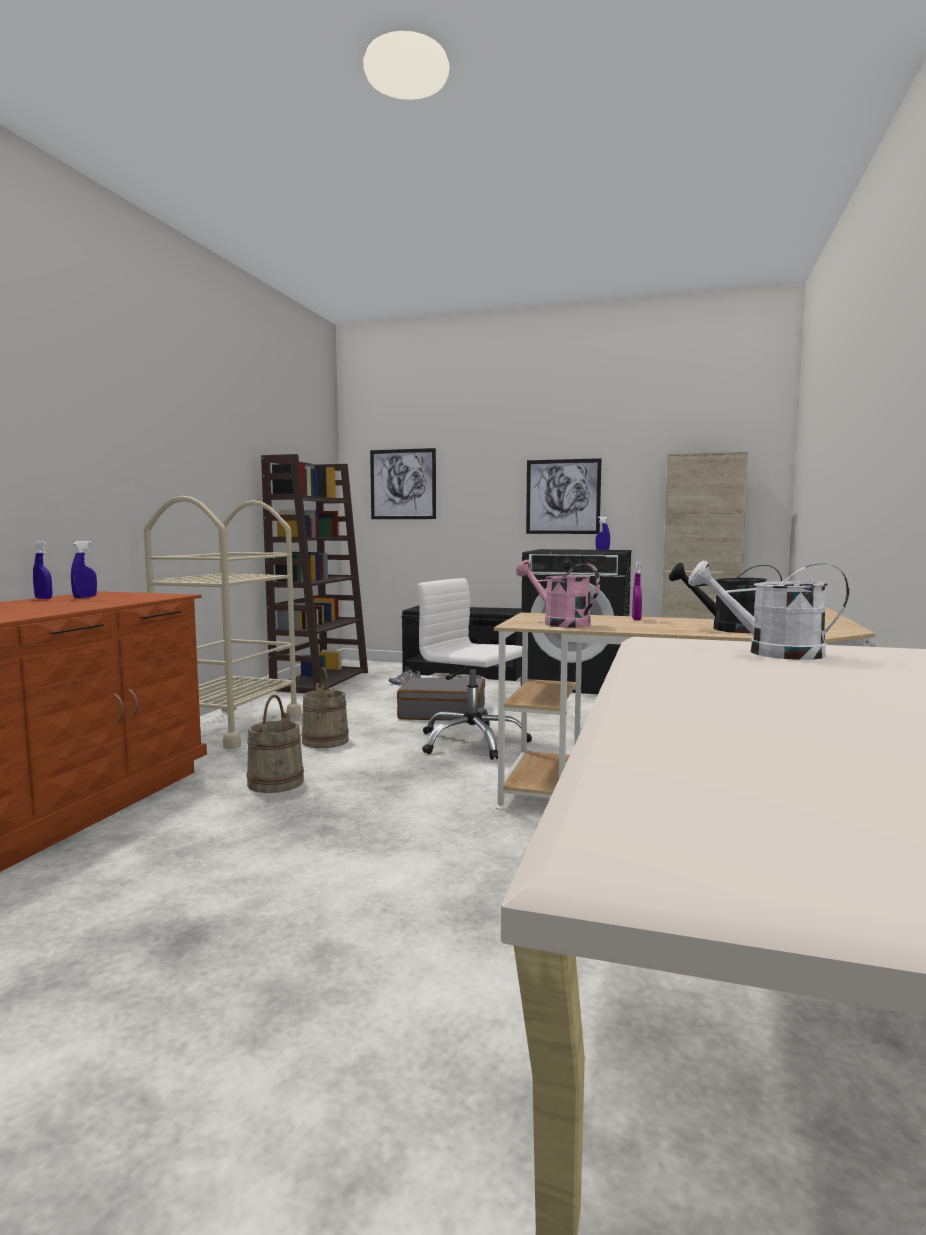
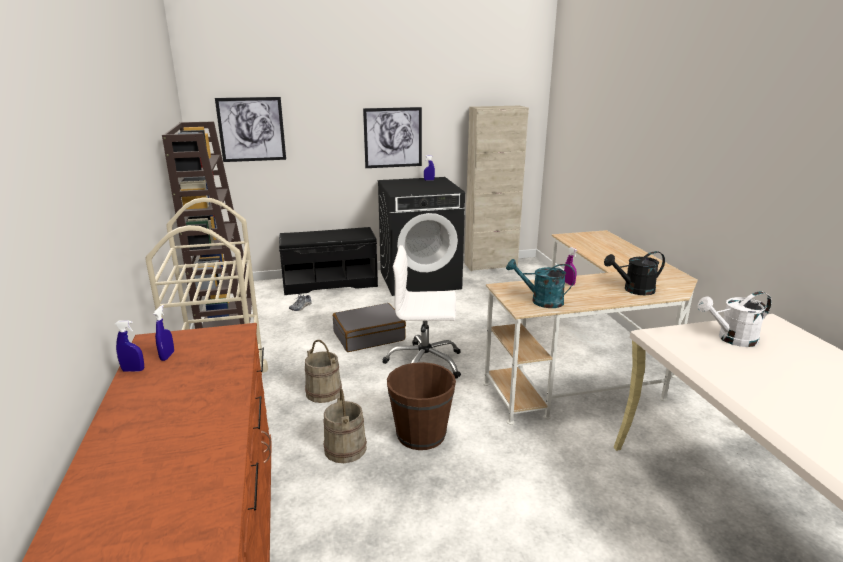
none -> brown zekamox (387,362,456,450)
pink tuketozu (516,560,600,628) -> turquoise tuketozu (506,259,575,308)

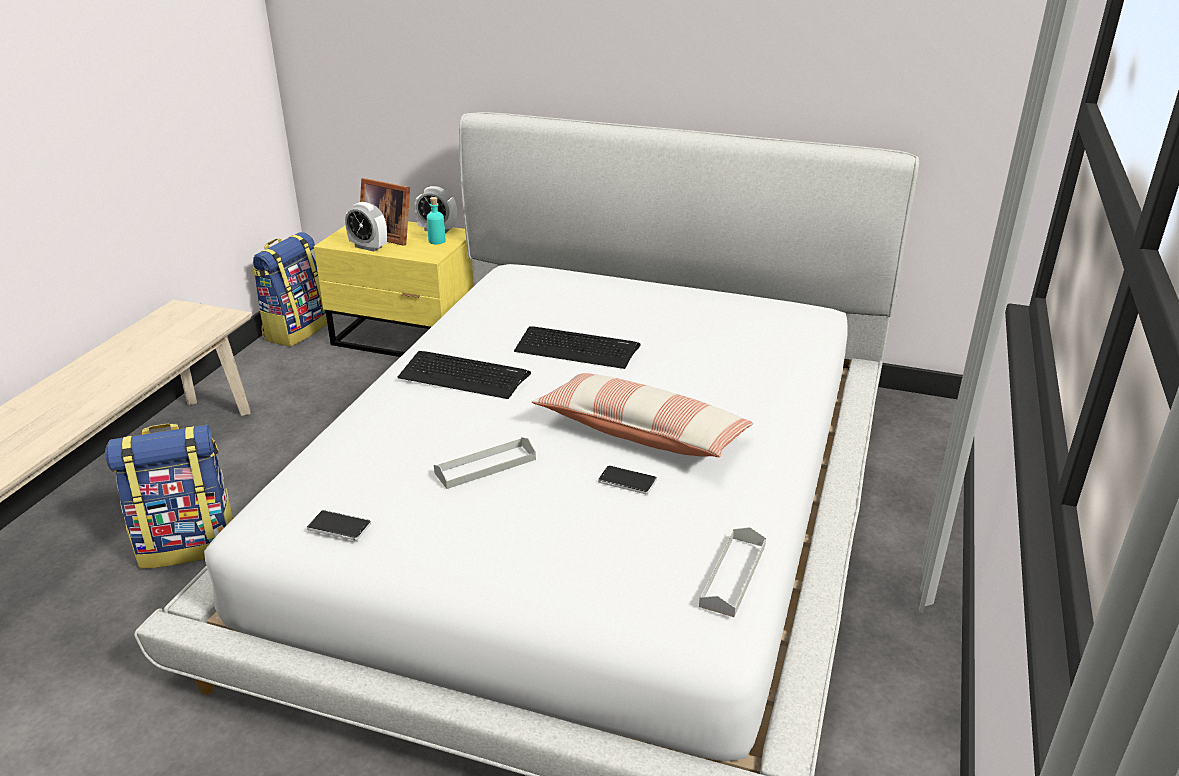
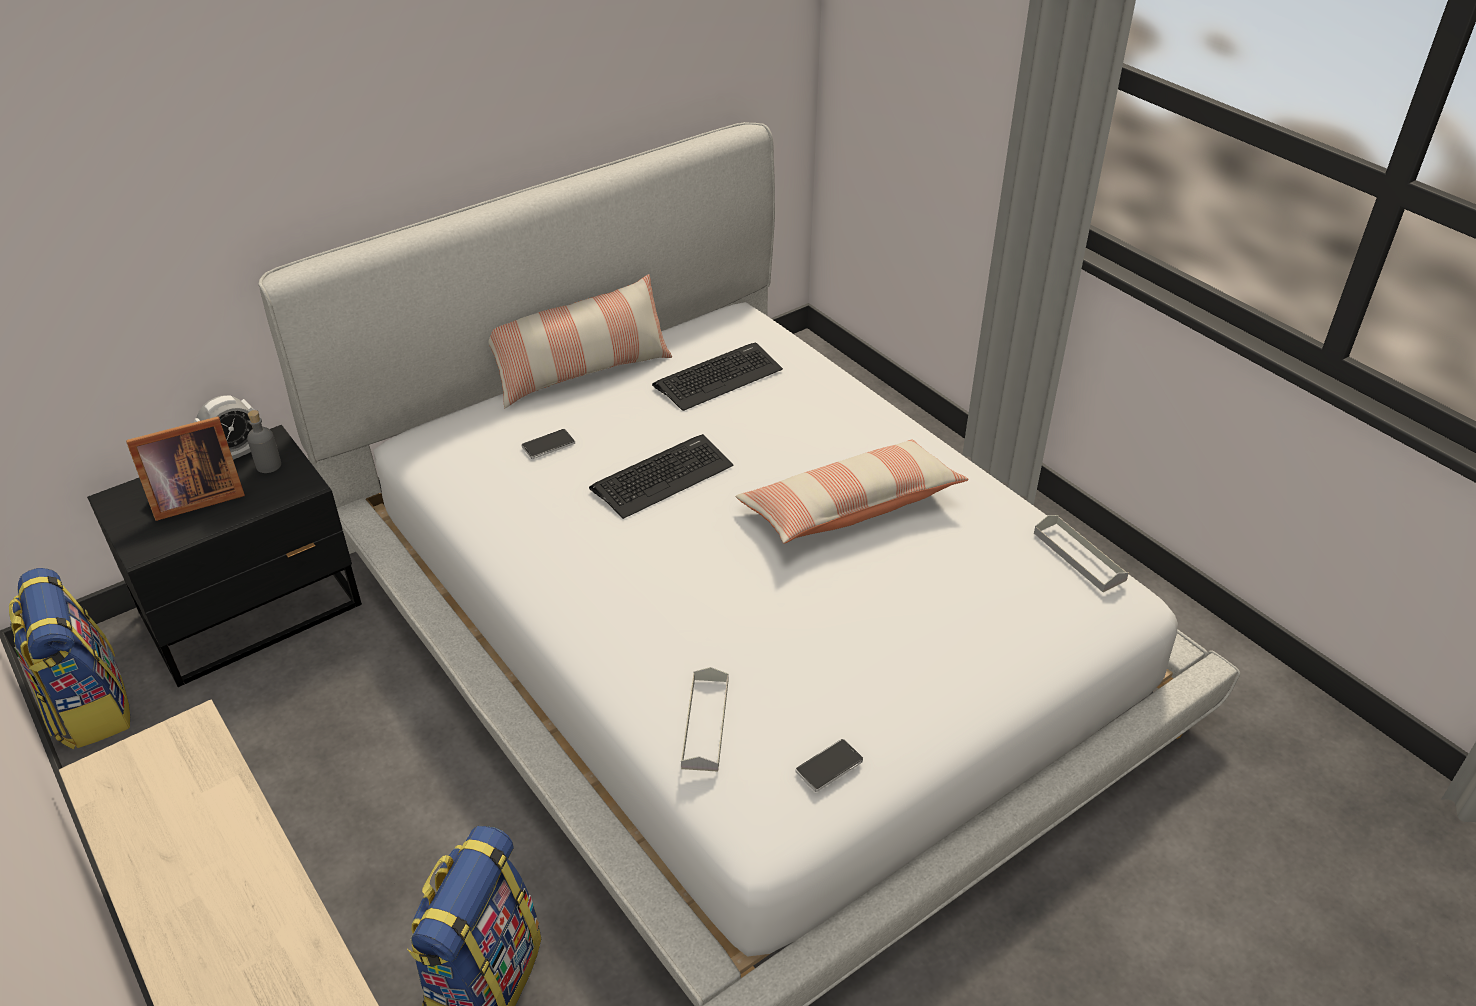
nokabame (345,202,387,252) -> none
none -> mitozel (488,274,672,408)
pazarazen (398,351,531,399) -> pazarazen (652,342,783,411), move
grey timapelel (434,437,536,489) -> grey timapelel (681,667,728,772), move
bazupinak (598,465,657,494) -> bazupinak (522,429,575,459), move
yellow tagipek (314,221,474,357) -> black tagipek (87,425,362,687)
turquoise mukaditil (427,197,445,244) -> grey mukaditil (247,410,281,473)

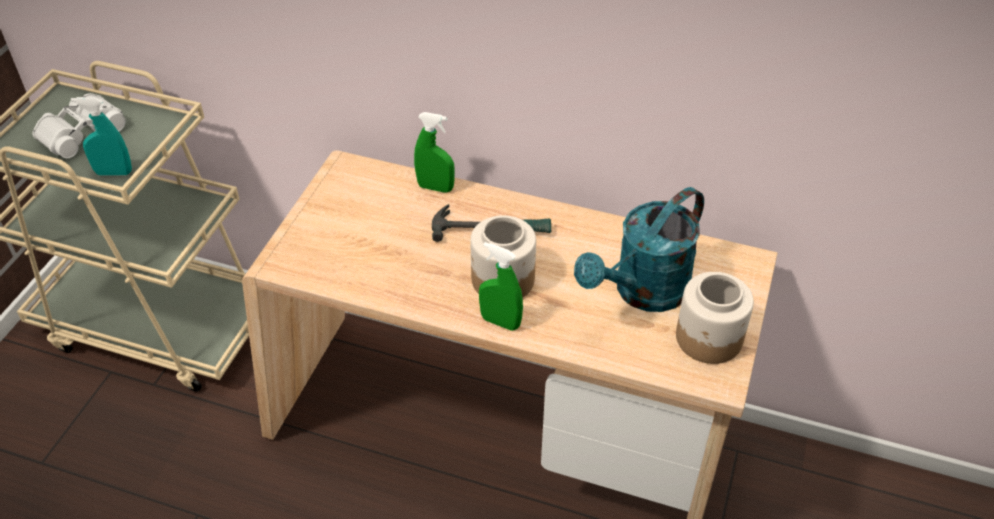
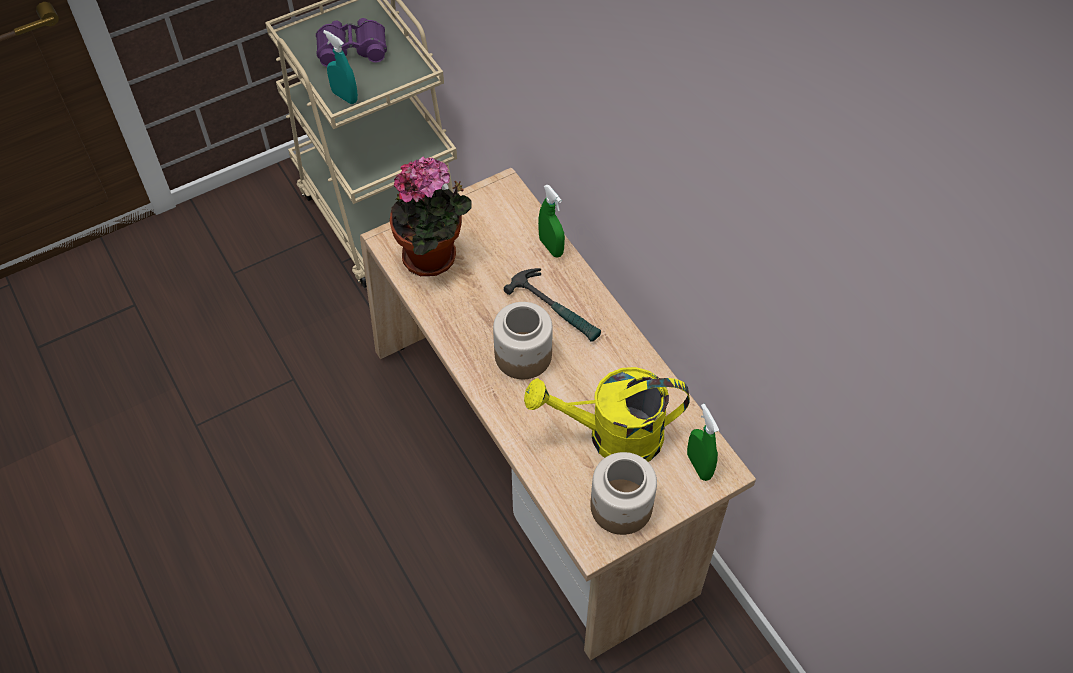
none -> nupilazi (390,156,472,276)
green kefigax (479,242,523,331) -> green kefigax (687,404,719,481), move
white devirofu (33,93,126,158) -> purple devirofu (316,18,387,67)
turquoise tuketozu (574,187,704,312) -> yellow tuketozu (524,367,690,462)

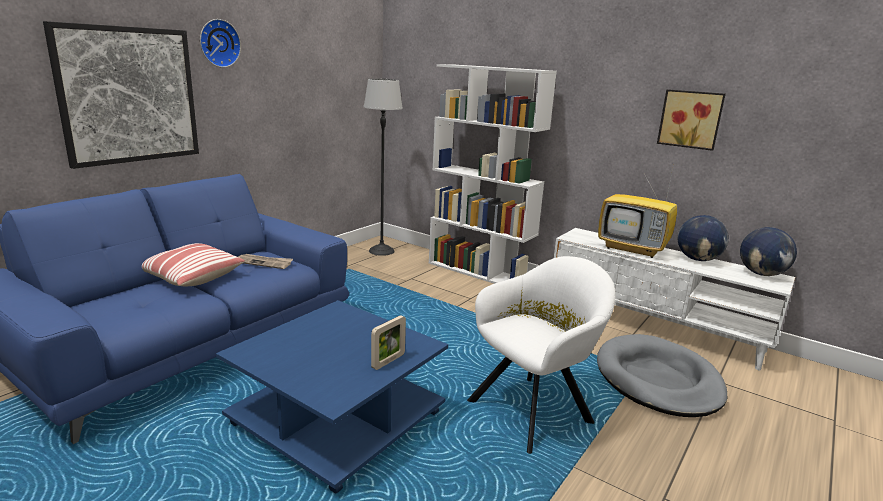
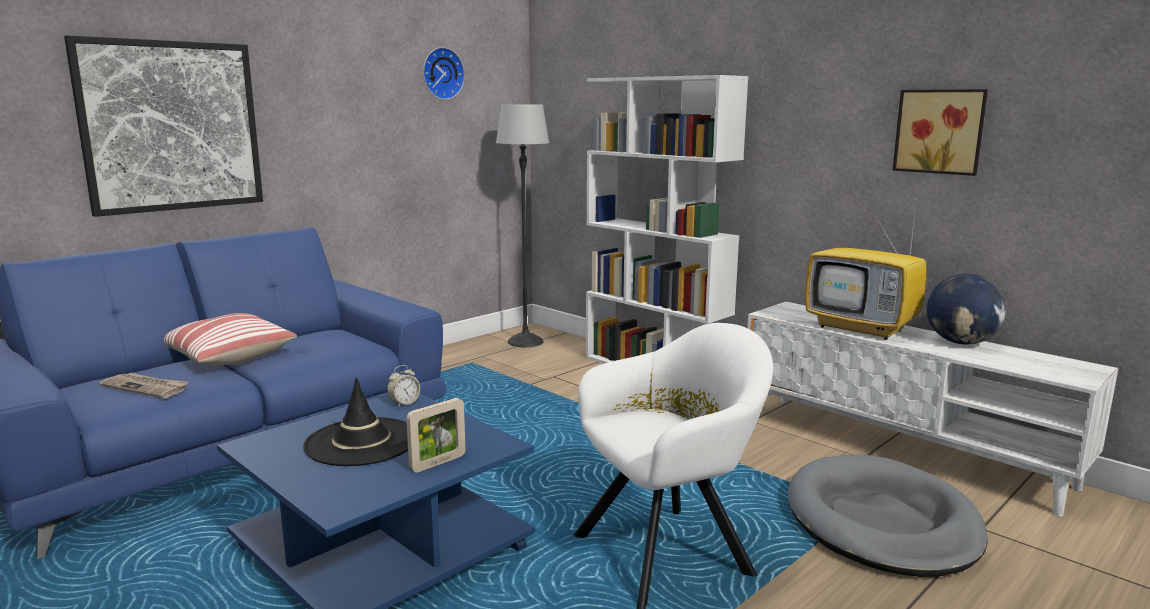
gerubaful (740,227,797,276) -> none
none -> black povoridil (303,377,408,466)
none -> nokabame (387,365,420,408)
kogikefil (200,19,241,68) -> kogikefil (423,47,465,100), move
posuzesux (238,254,293,269) -> posuzesux (99,373,188,398), move

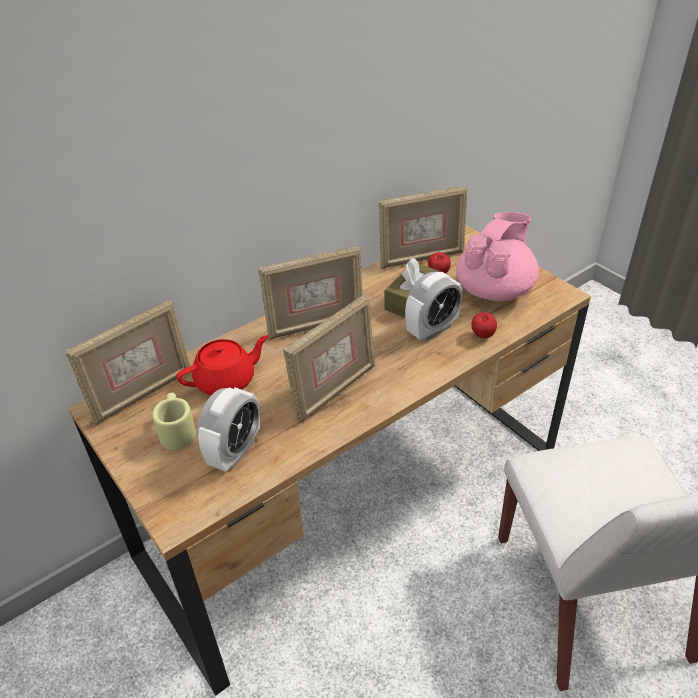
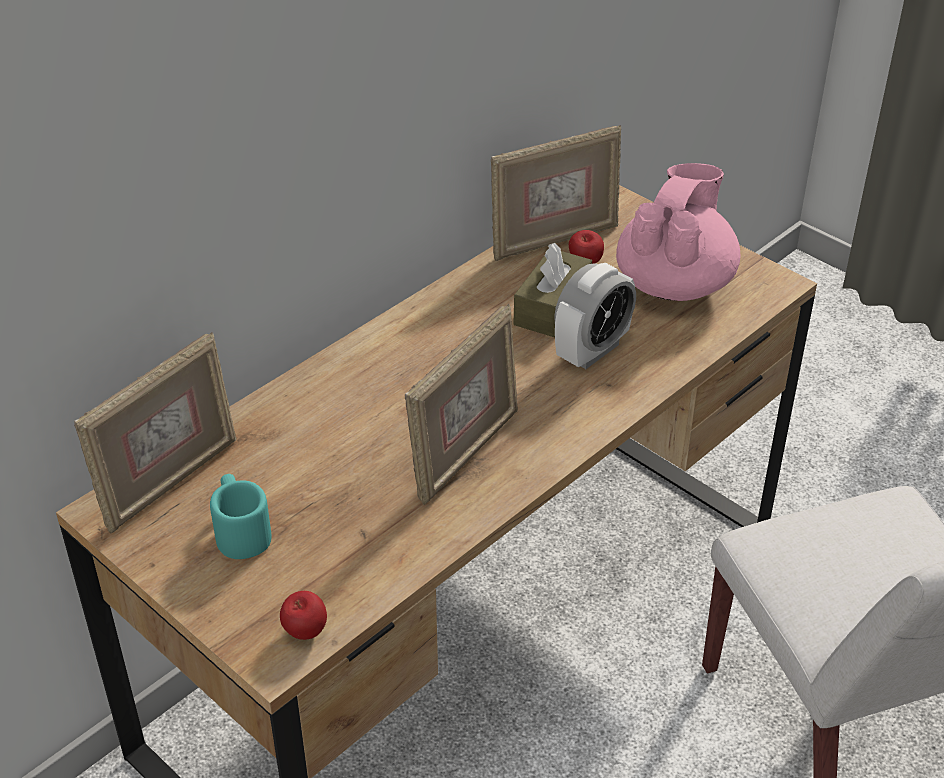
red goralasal (176,335,269,395) -> none
nokabame (197,387,260,472) -> none
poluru (259,246,363,340) -> none
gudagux (471,312,497,338) -> gudagux (280,591,327,640), move
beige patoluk (152,393,196,450) -> turquoise patoluk (210,474,272,559)

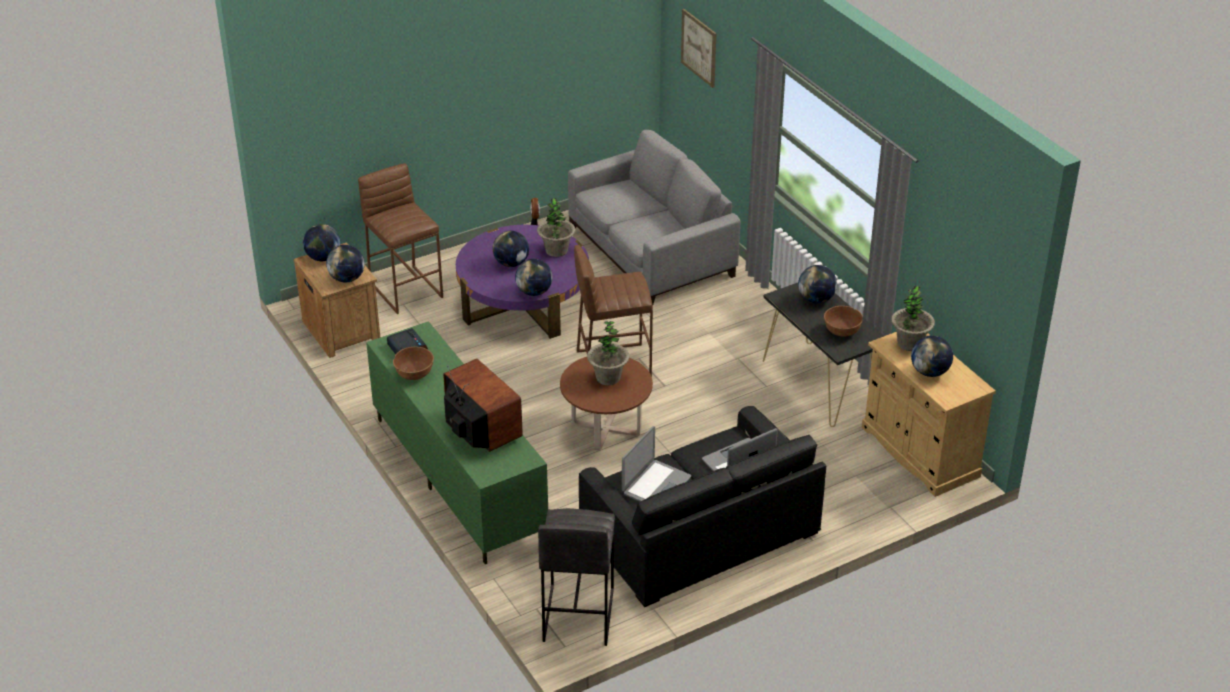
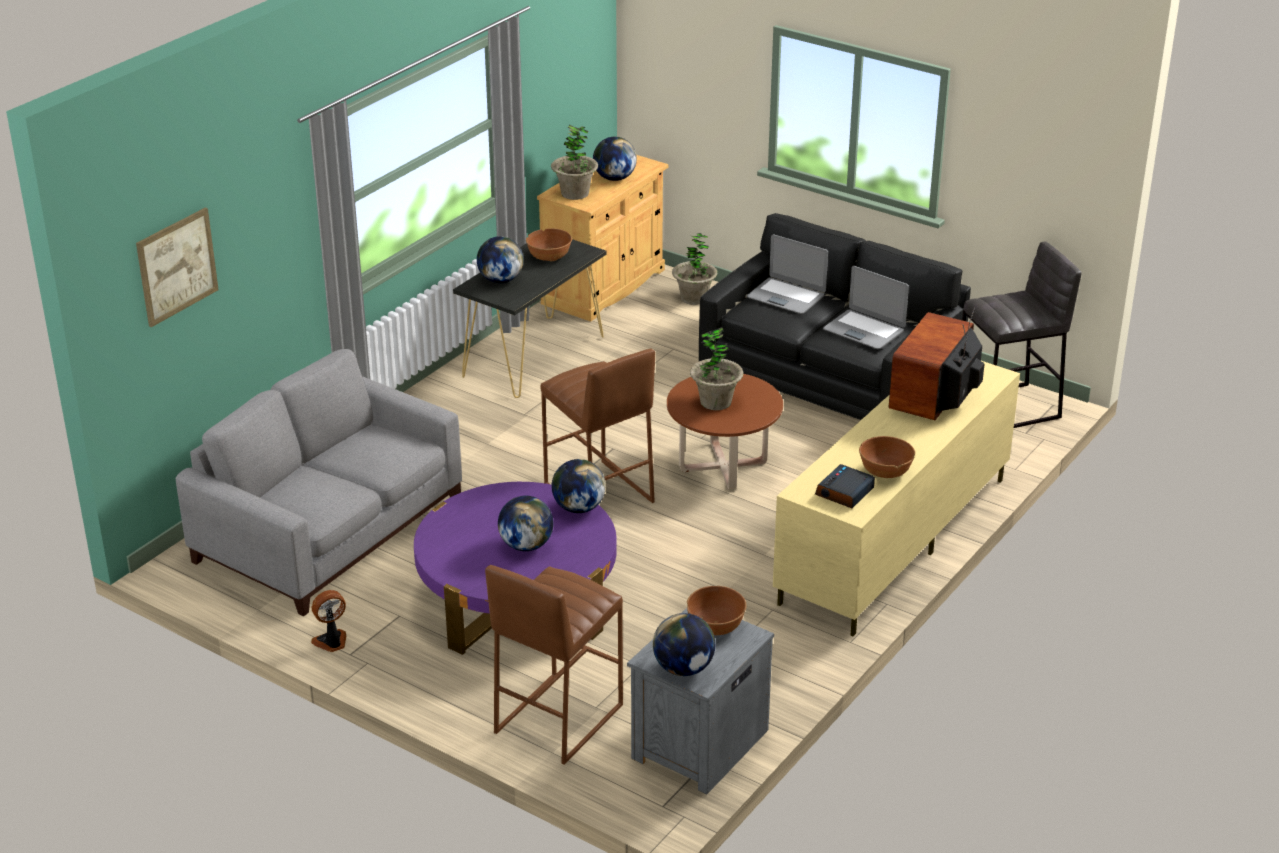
nupilazi (537,198,576,257) -> nupilazi (672,233,718,305), move
gerubaful (326,245,365,282) -> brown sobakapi (687,586,747,635)
brown tagipek (293,242,380,358) -> grey tagipek (627,608,774,794)
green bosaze (366,321,548,564) -> beige bosaze (773,361,1020,636)
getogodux (622,426,691,502) -> getogodux (823,266,909,349), 150 degrees counterclockwise

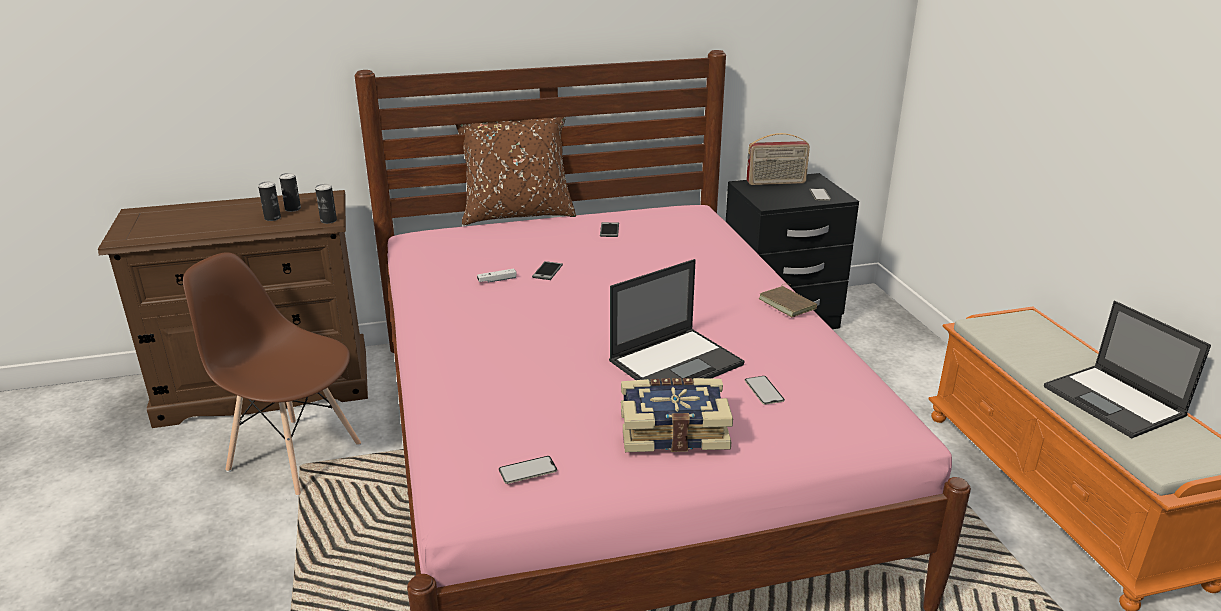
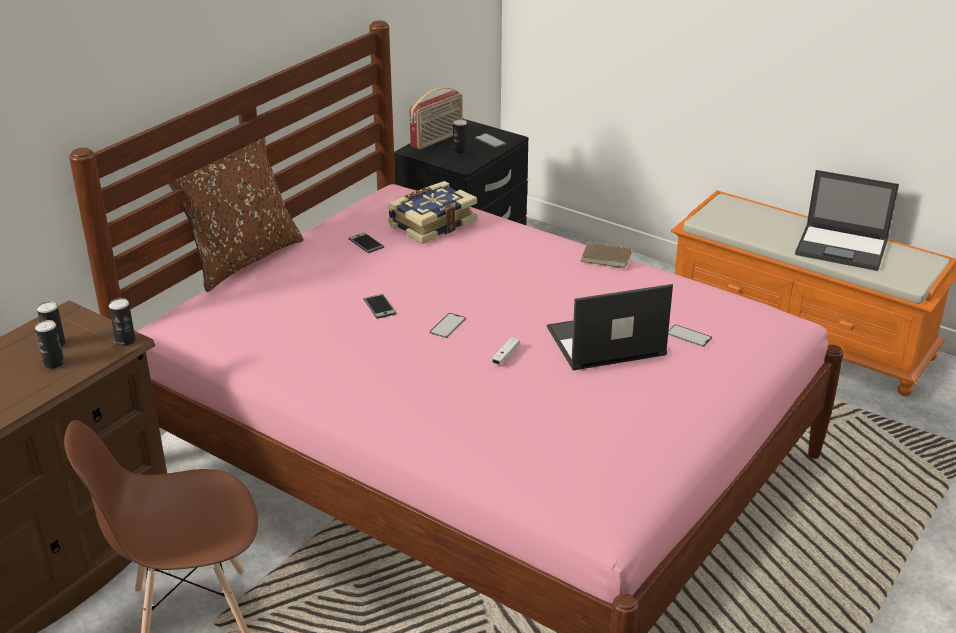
none -> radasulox (453,119,467,154)
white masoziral (477,269,516,283) -> white masoziral (492,337,520,365), move
bazupinak (499,456,557,484) -> bazupinak (429,313,466,338), move
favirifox (621,378,733,452) -> favirifox (387,181,477,244), move
getogodux (609,259,744,381) -> getogodux (547,284,673,370), 120 degrees counterclockwise

